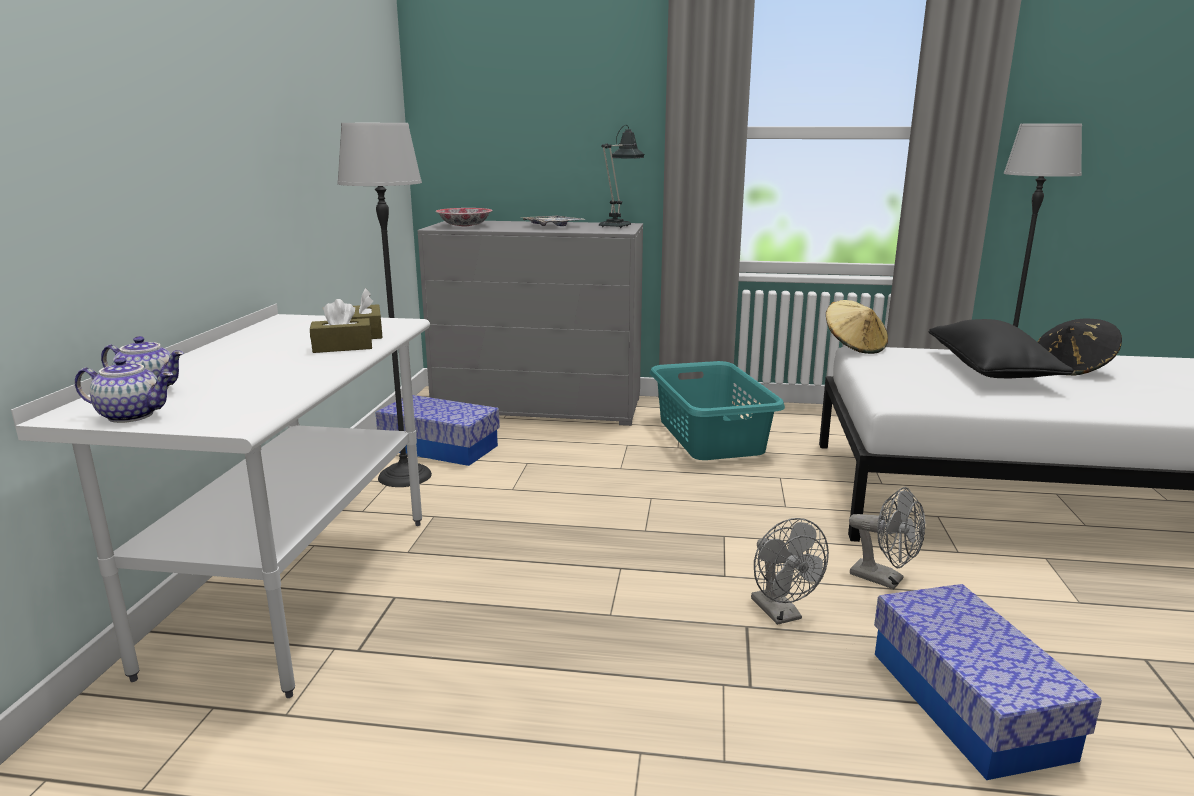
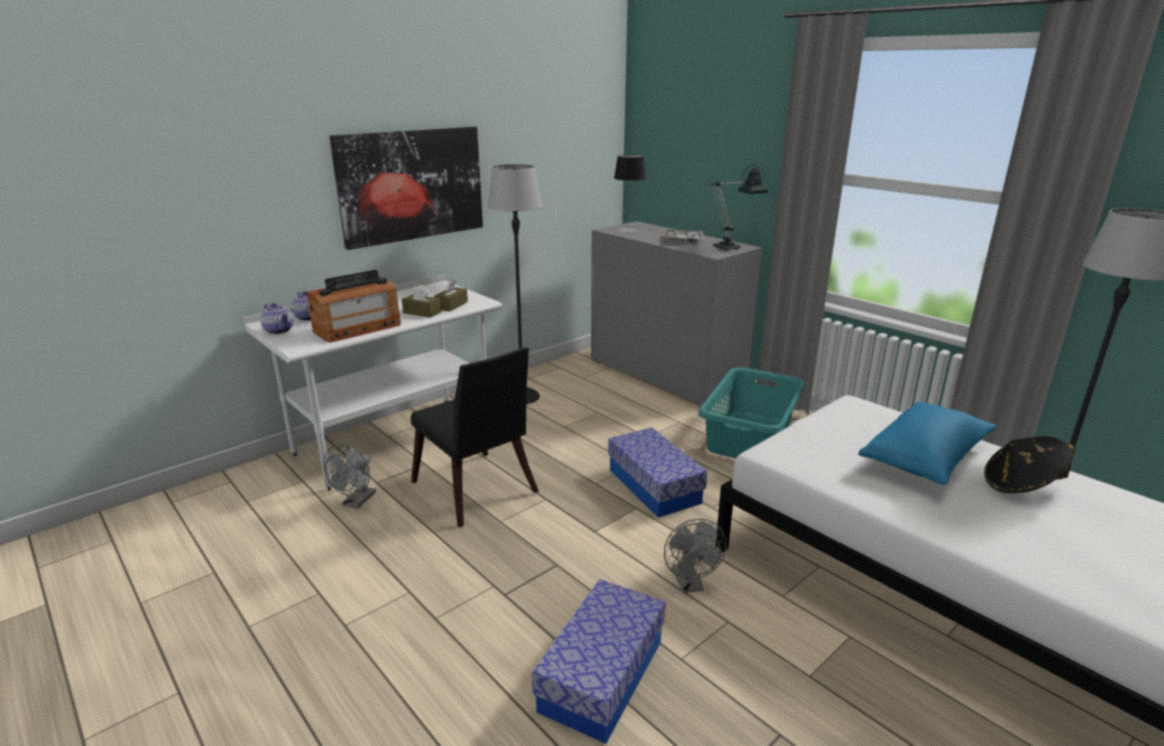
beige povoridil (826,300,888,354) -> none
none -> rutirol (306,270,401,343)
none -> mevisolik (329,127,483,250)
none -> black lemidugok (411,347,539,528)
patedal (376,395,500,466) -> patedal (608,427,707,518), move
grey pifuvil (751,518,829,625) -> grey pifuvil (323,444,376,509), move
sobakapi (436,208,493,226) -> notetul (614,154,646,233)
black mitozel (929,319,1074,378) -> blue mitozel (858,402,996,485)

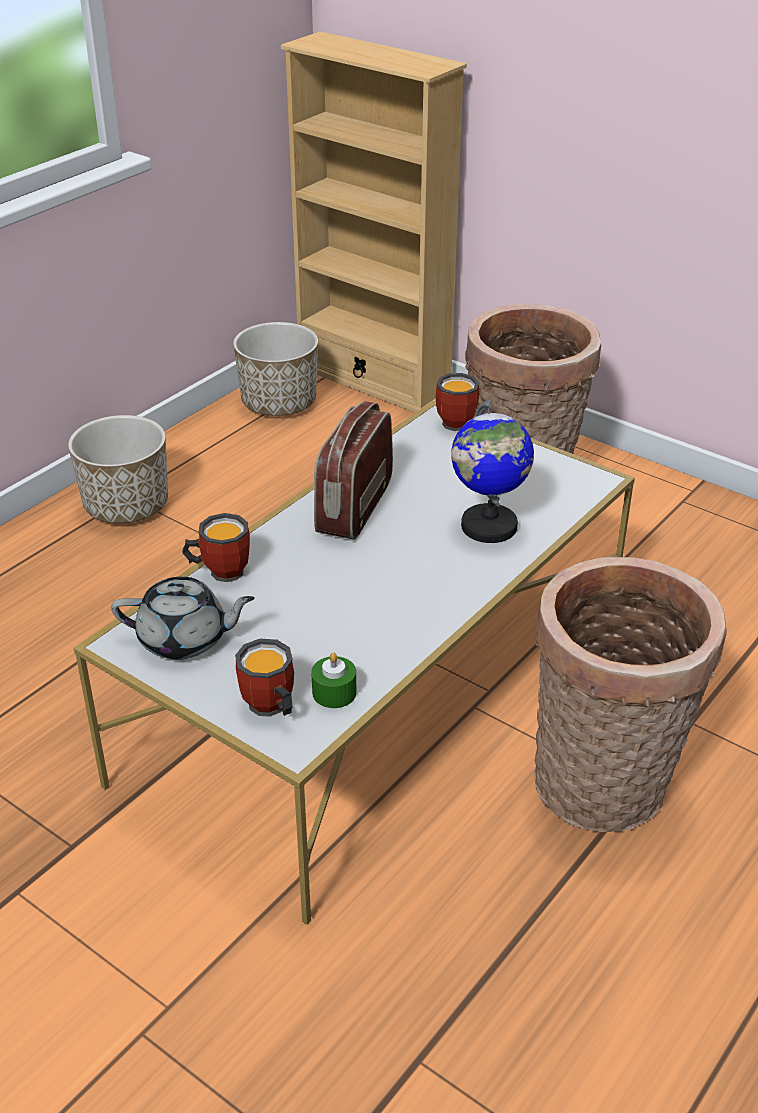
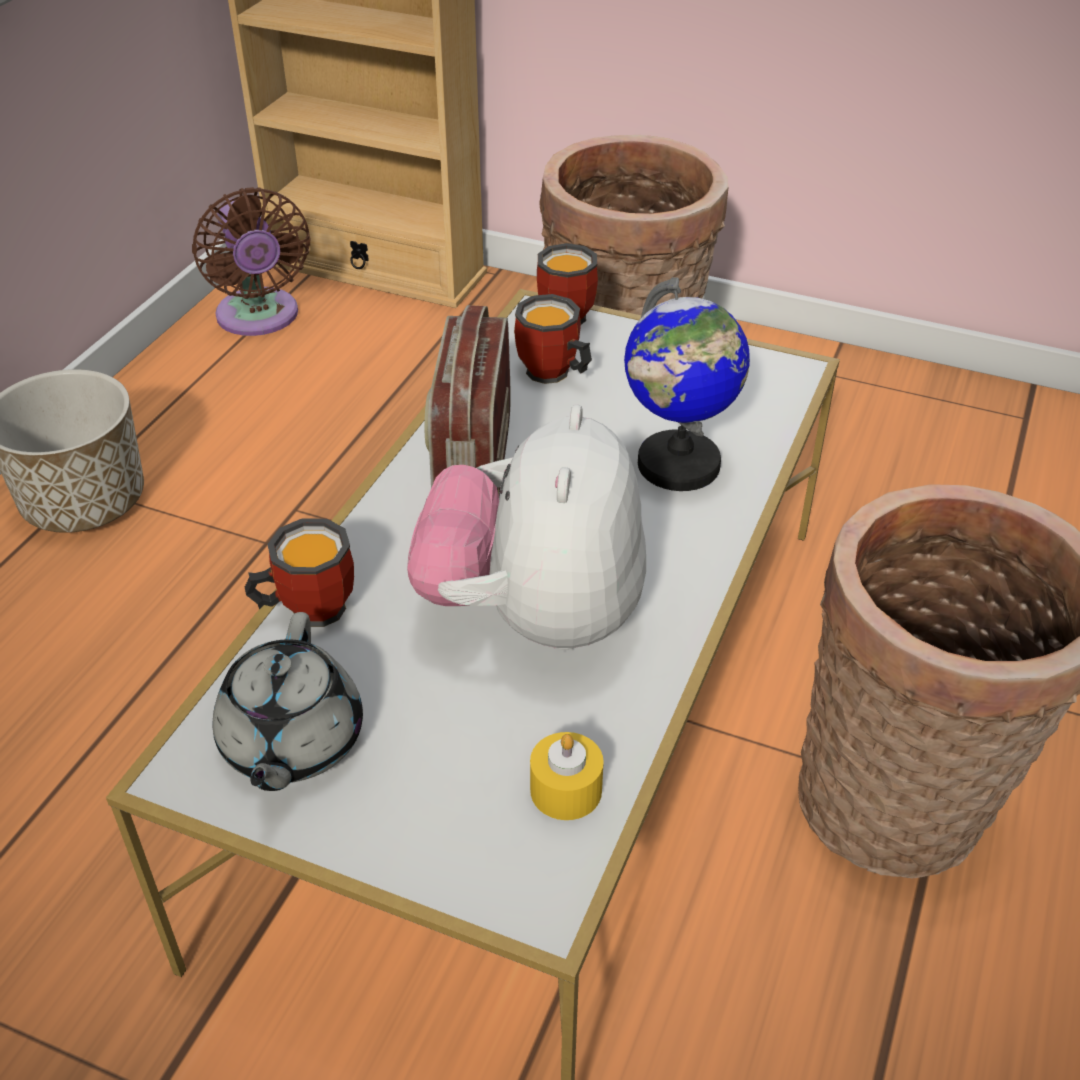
none -> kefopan (407,404,646,650)
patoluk (235,639,294,717) -> patoluk (514,294,592,384), move
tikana (233,322,318,416) -> brown pifuvil (192,187,310,336)
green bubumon (311,652,356,708) -> yellow bubumon (530,732,604,820)
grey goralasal (111,577,255,659) -> grey goralasal (213,612,363,791), 105 degrees clockwise

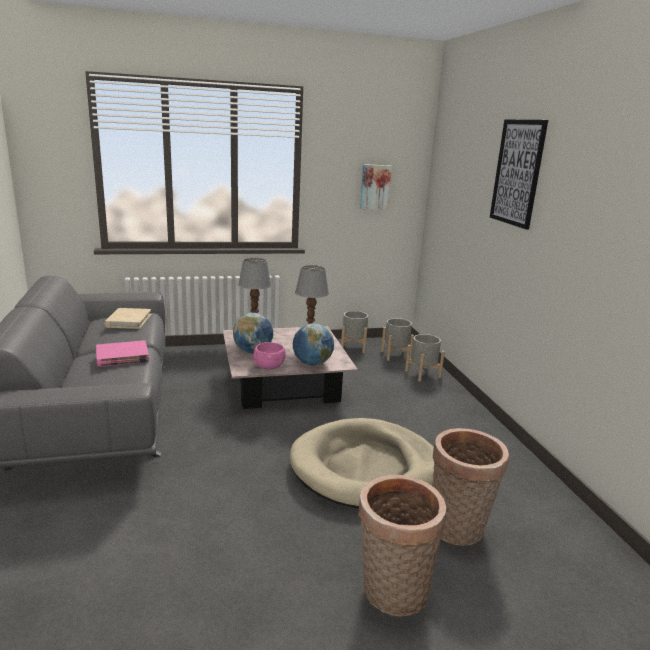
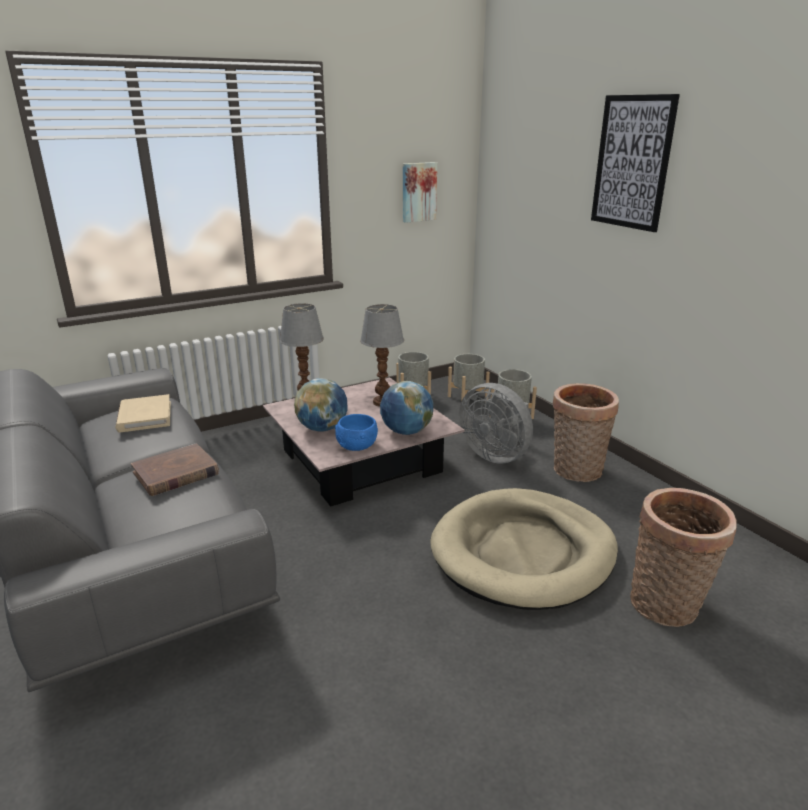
none -> grey pifuvil (459,383,533,464)
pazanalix (358,475,447,616) -> pazanalix (553,383,619,482), move
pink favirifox (96,340,149,367) -> brown favirifox (131,443,219,496)
pink sobakapi (253,342,286,369) -> blue sobakapi (335,414,378,451)

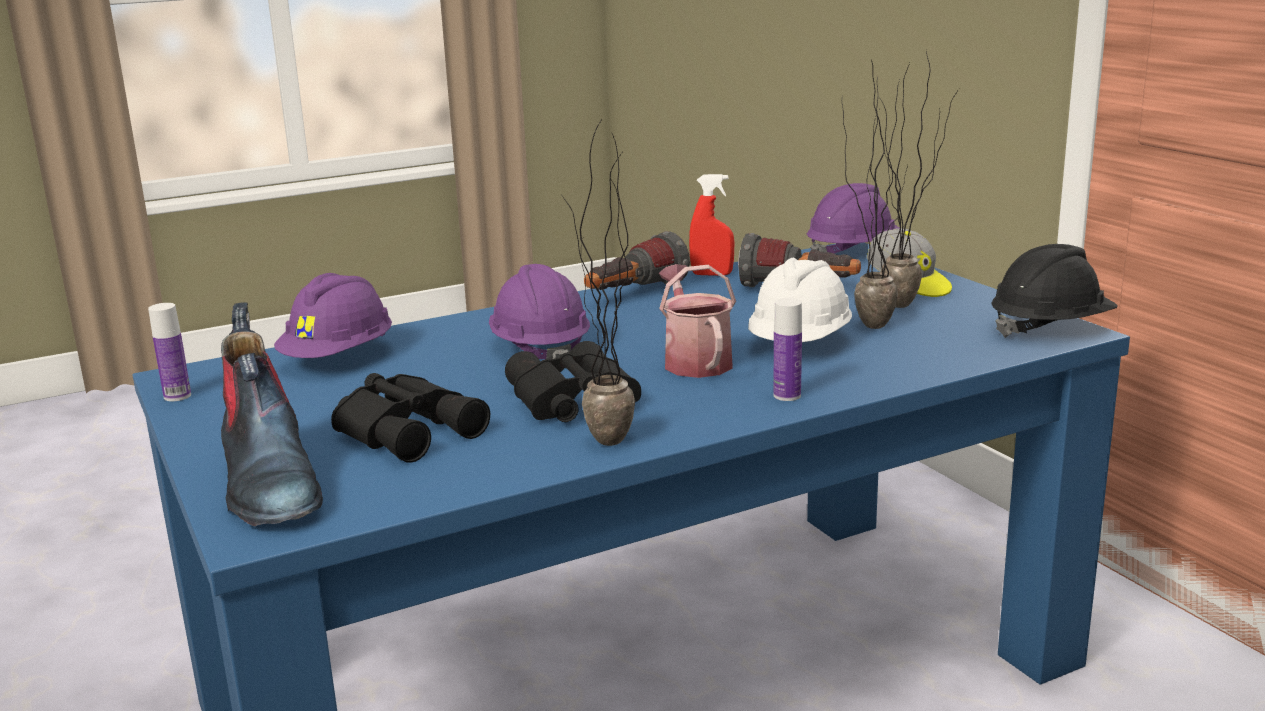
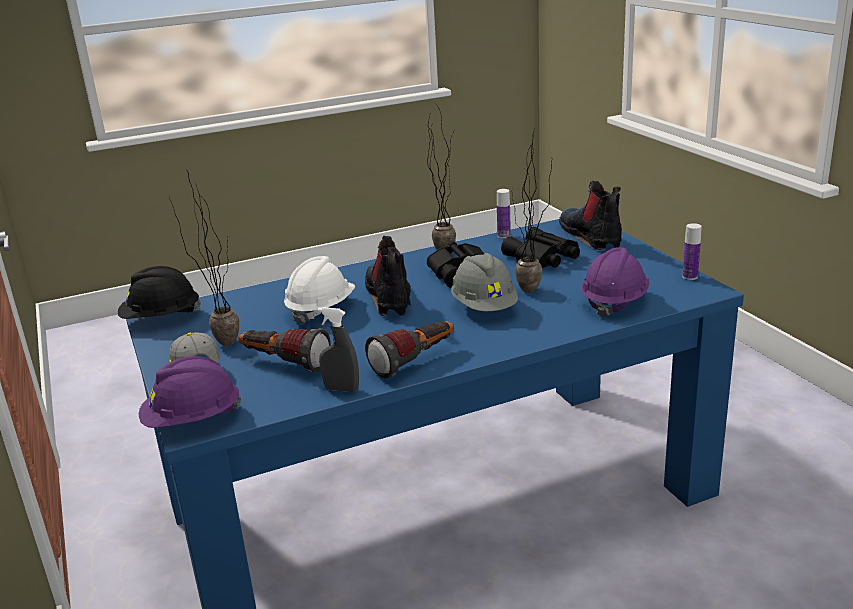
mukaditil (773,298,802,401) -> mukaditil (497,189,511,238), move
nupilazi (842,60,908,329) -> nupilazi (512,129,552,293), move
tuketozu (659,264,736,378) -> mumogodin (365,236,411,317)
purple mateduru (489,264,590,359) -> grey mateduru (451,253,518,311)
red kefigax (689,174,734,276) -> grey kefigax (318,307,359,392)

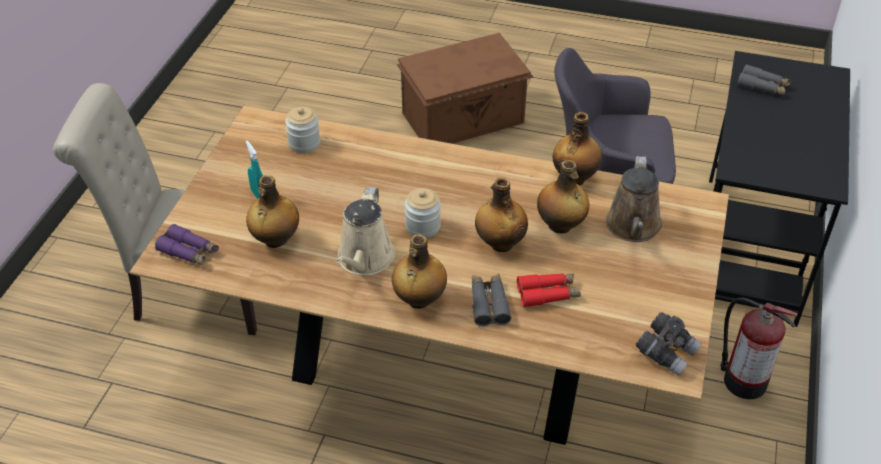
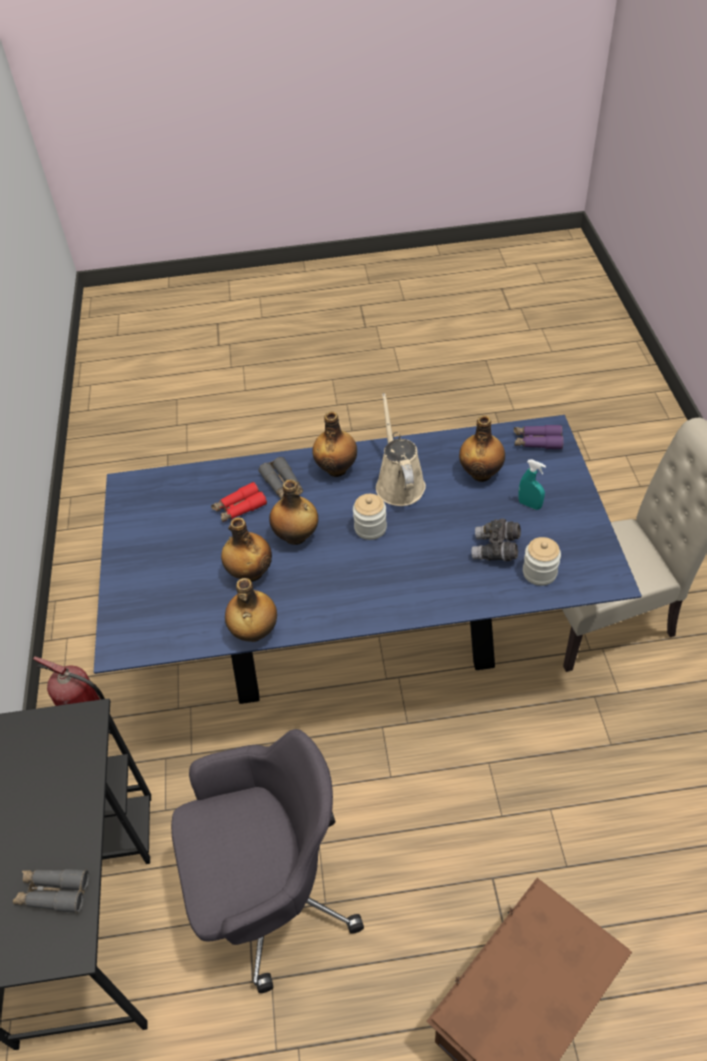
brown tuketozu (606,156,662,242) -> none
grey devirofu (636,312,701,376) -> grey devirofu (471,519,521,561), move
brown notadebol (130,106,729,445) -> blue notadebol (94,415,642,704)

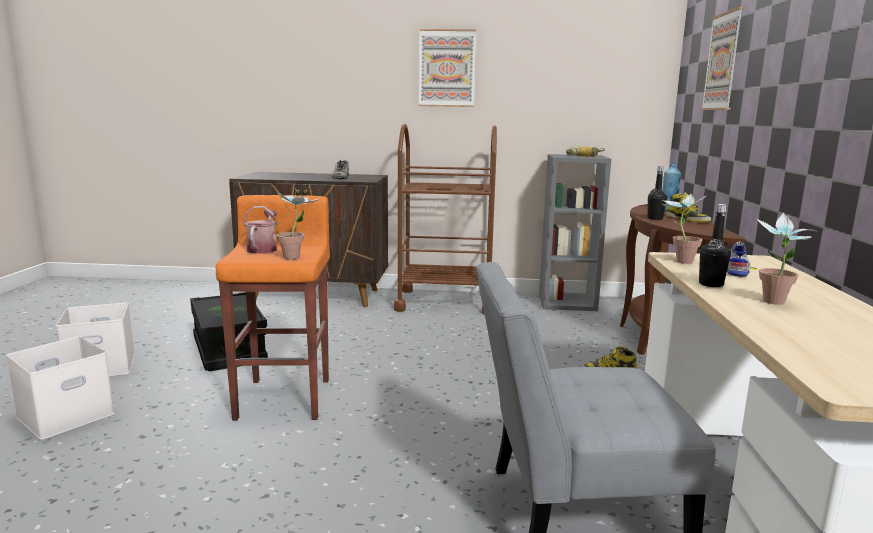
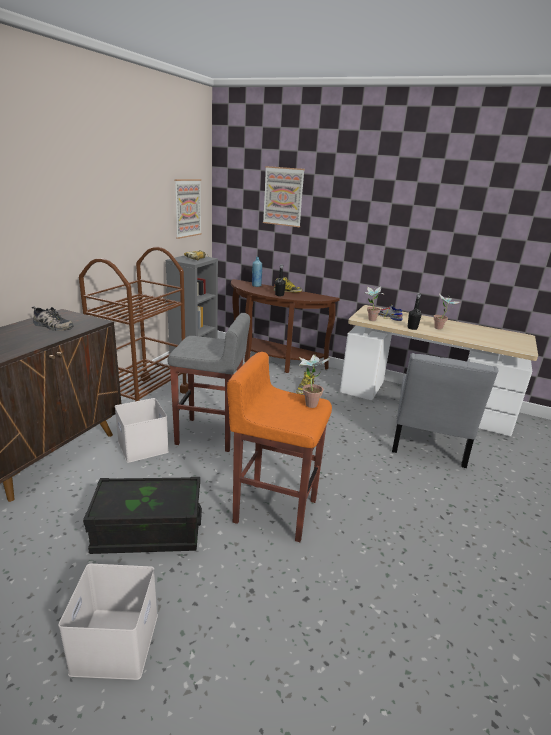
tuketozu (243,206,277,254) -> none
none -> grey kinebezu (168,313,250,452)
white patedal (6,336,114,440) -> white patedal (115,398,169,463), move
mevisolik (419,29,476,107) -> mevisolik (174,179,202,239), move

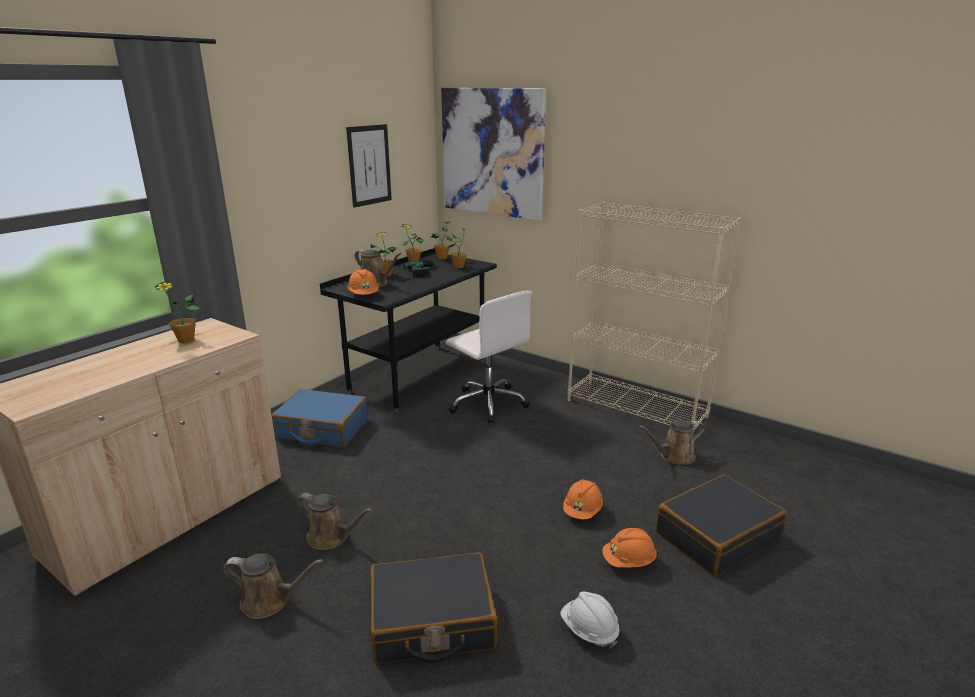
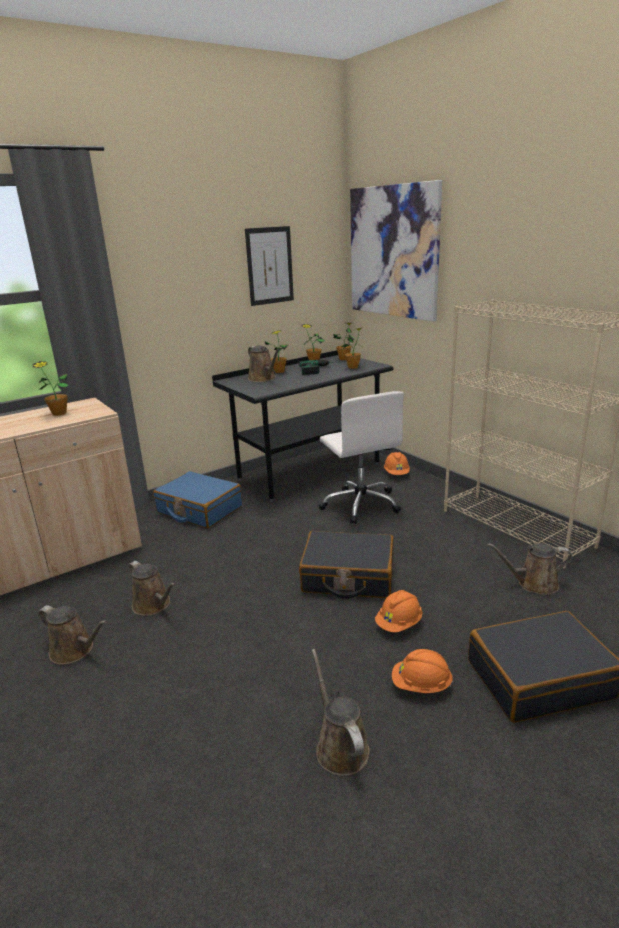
orange mateduru (347,269,379,295) -> orange mateduru (384,452,410,475), move
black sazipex (370,552,497,664) -> black sazipex (299,531,394,599), move
white mateduru (561,591,620,648) -> brown tuketozu (312,649,369,776)

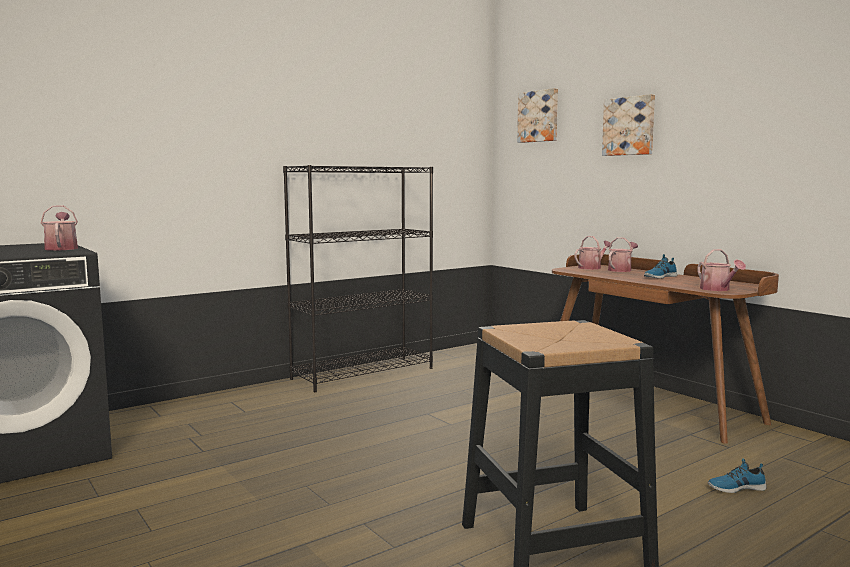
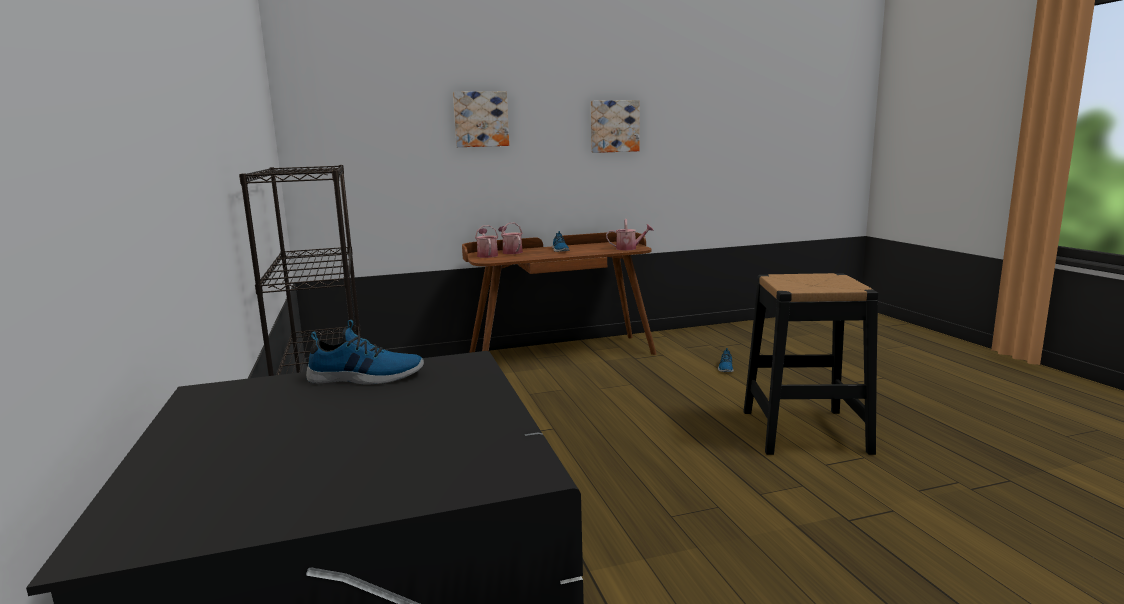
mevisolik (517,88,558,143) -> mevisolik (591,100,640,153), move
tuketozu (41,206,78,251) -> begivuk (306,320,424,384)

